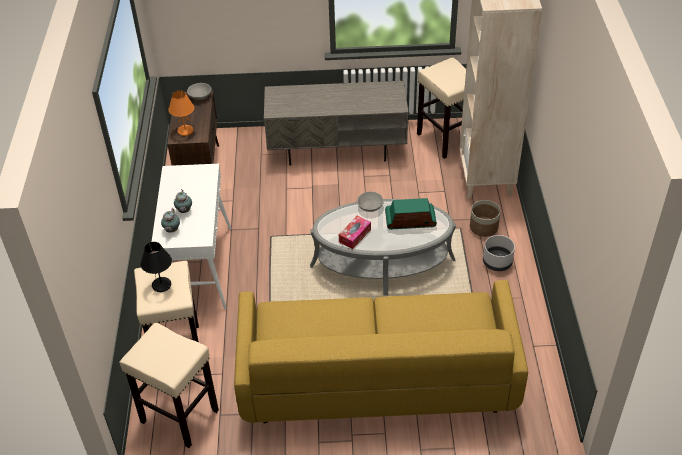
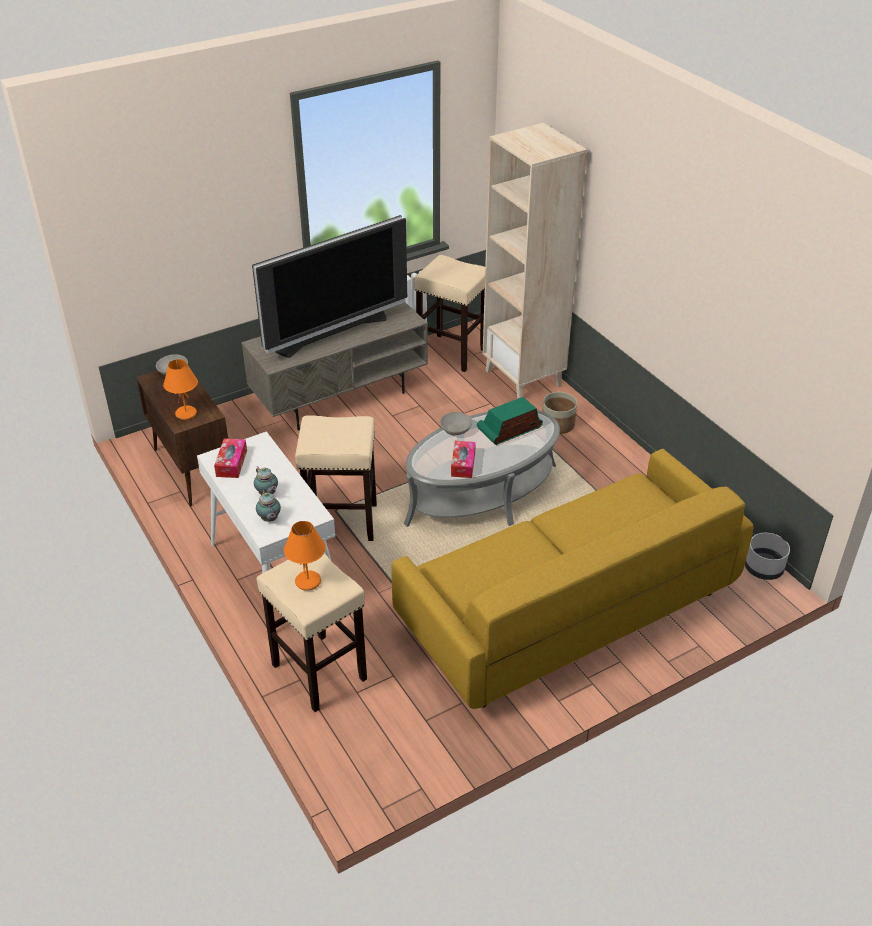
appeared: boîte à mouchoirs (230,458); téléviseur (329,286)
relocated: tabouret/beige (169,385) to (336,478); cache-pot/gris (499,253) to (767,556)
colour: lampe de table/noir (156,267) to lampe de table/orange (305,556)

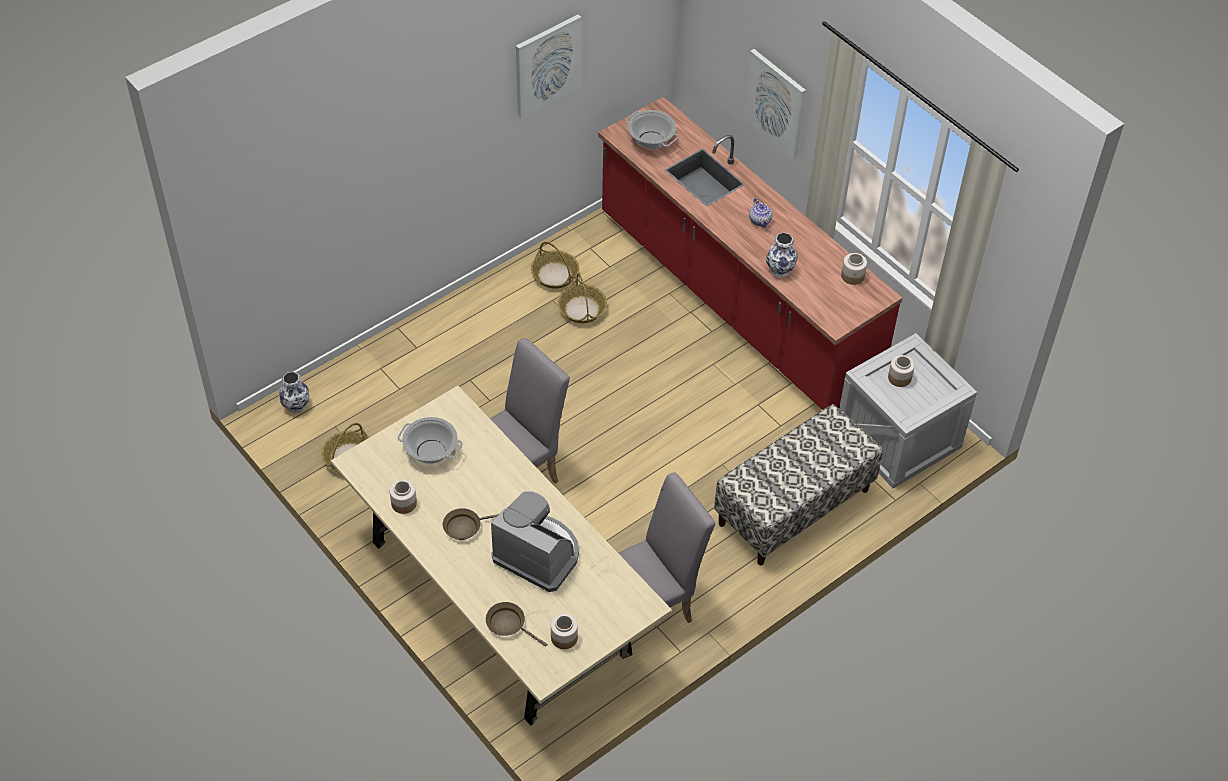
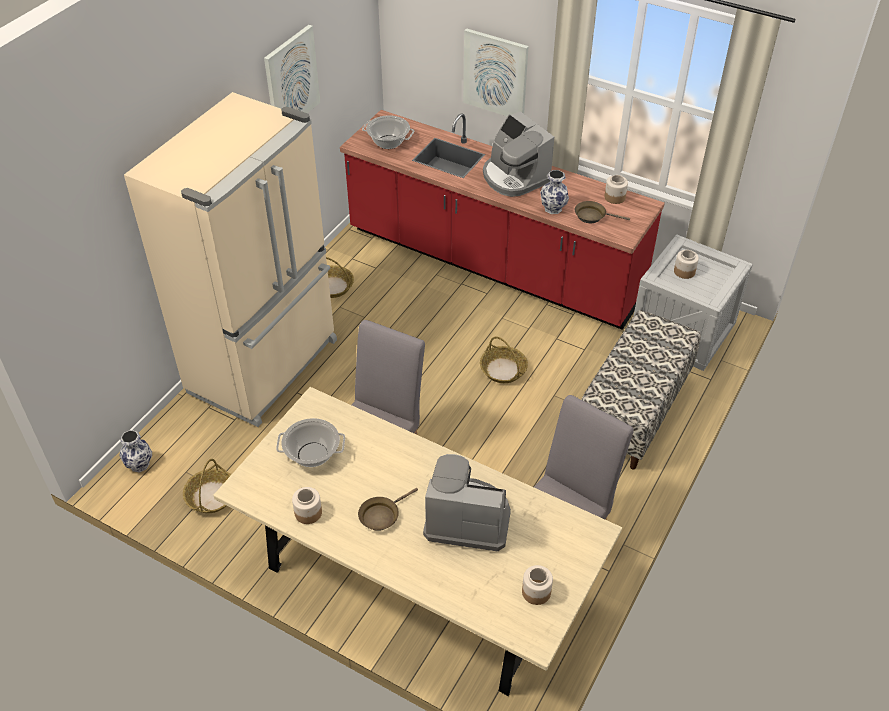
appeared: réfrigérateur/beige (230,259)
relocated: poêle/marron (516,624) to (602,212); panier (582,298) to (504,360)
exchanged: théière (760,212) to machine à café (518,154)

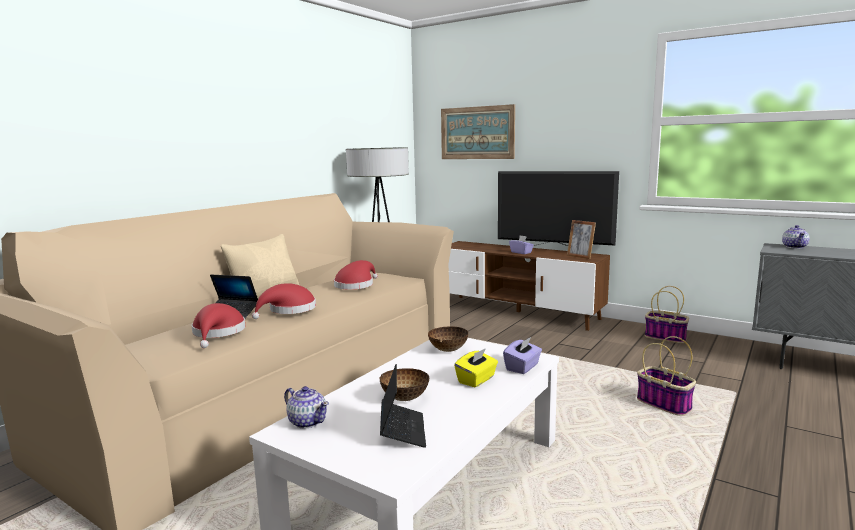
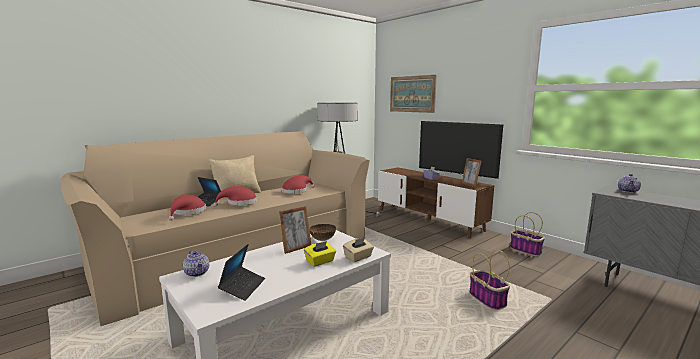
missing: bol (405,384)
appeared: cadre photo (295,230)
colour: boîte à mouchoirs/violet (522,355) to boîte à mouchoirs/beige (358,249)

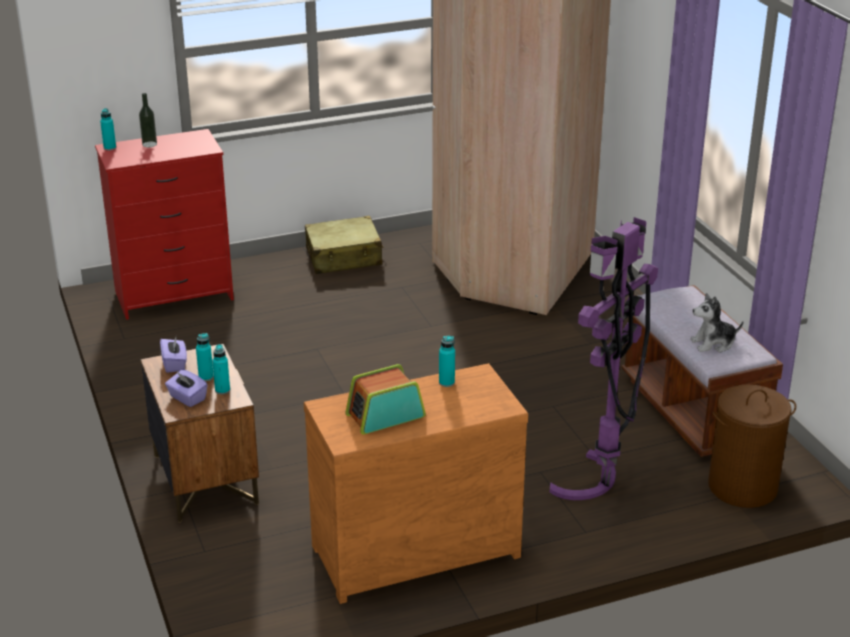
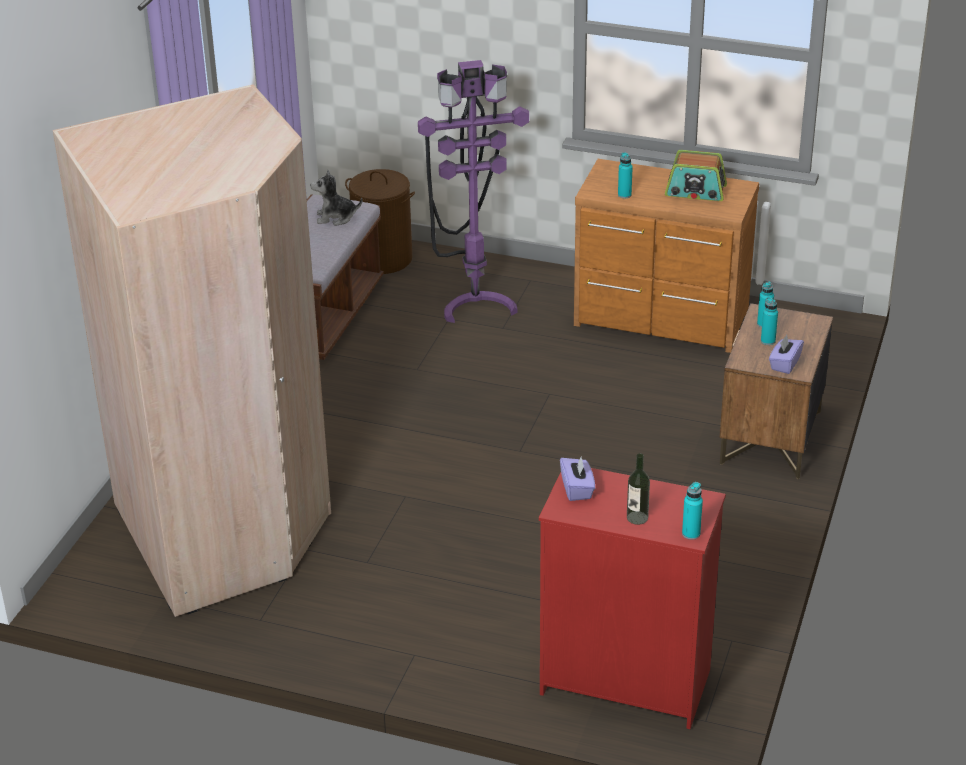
missing: valise/beige (344,245)
relocated: boîte à mouchoirs/violet (186,388) to (577,478)
spun: peluche (717,323) = (336,198) 150 degrees clockwise

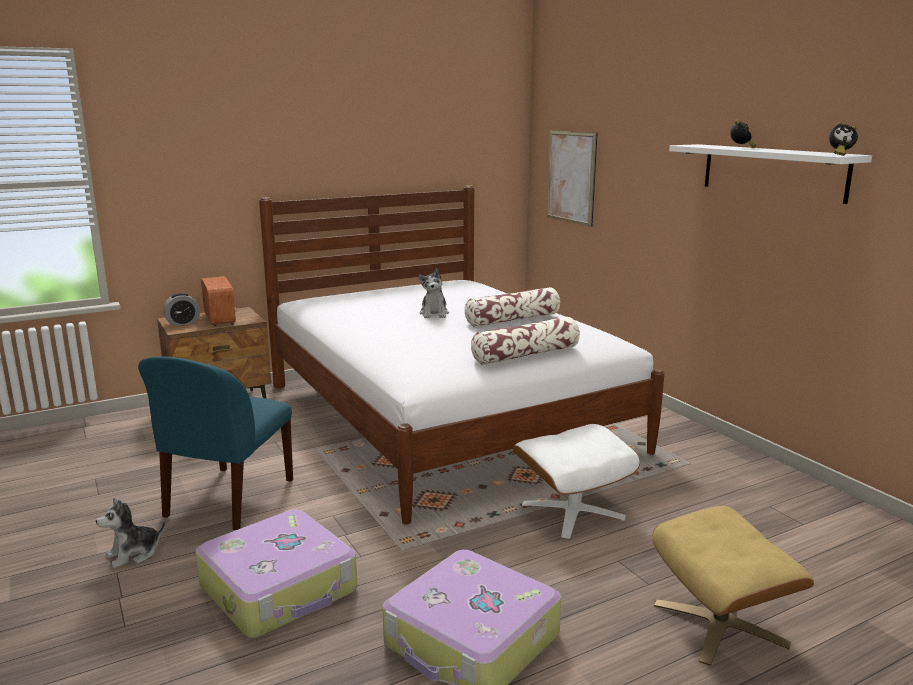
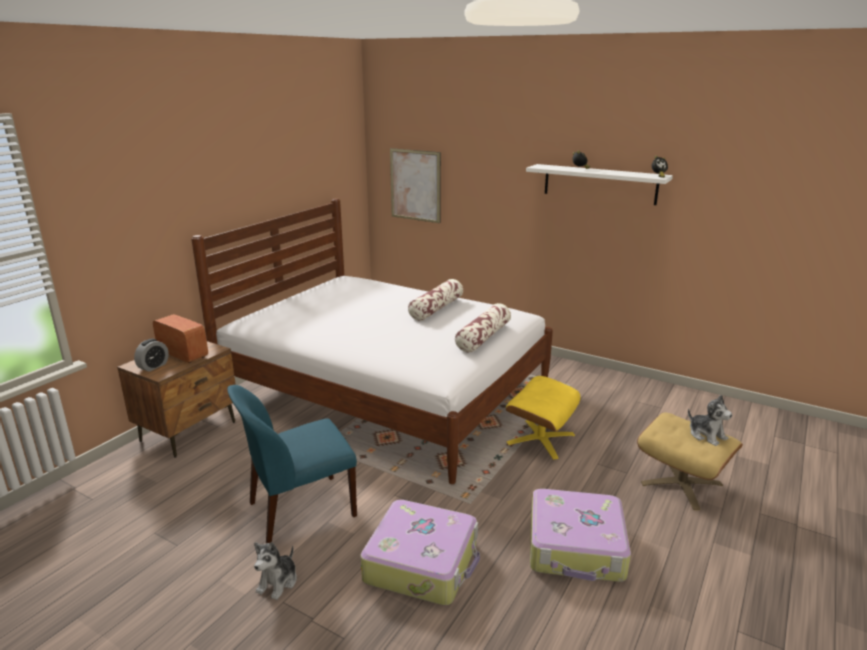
relocated: peluche (434,293) to (710,420)
colour: pouf/blanc (576,481) to pouf/jaune (543,418)
spun: chaise/bleu (215,443) = (292,464) 75 degrees clockwise

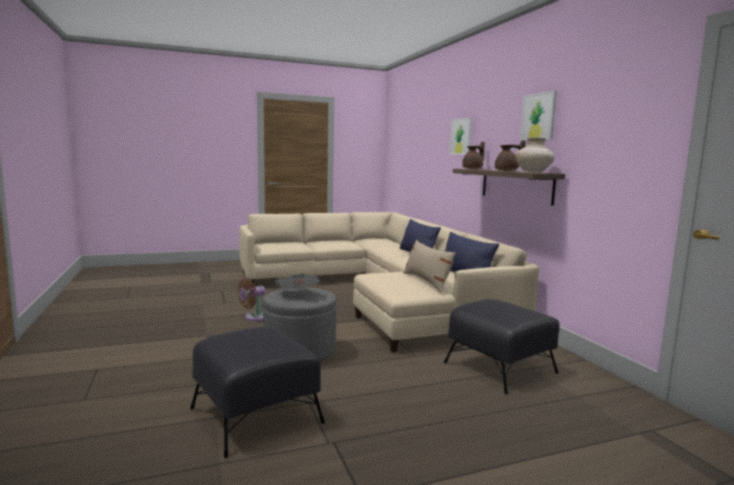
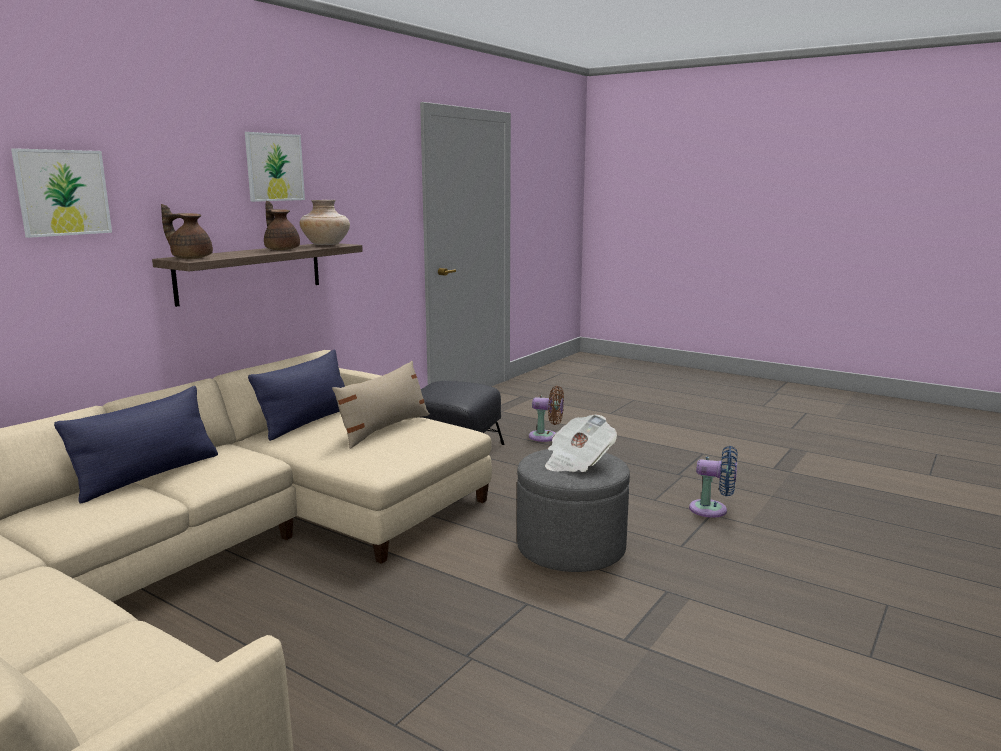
relocated: ventilateur/marron (252,299) to (546,414)
exchanged: pouf/noir (257,392) to ventilateur/bleu (713,482)

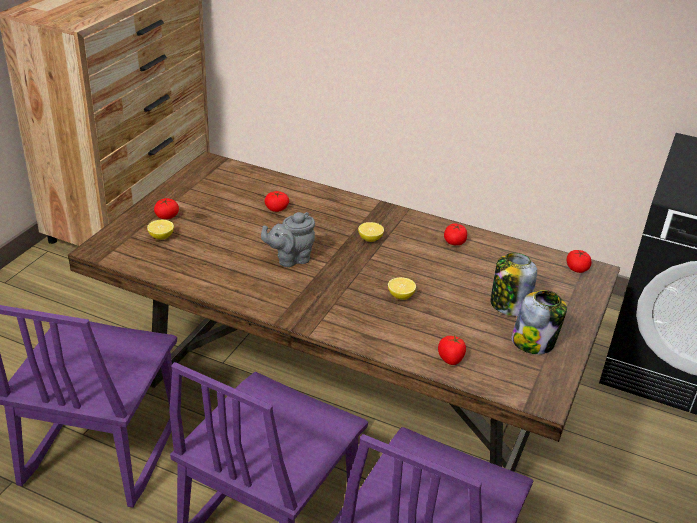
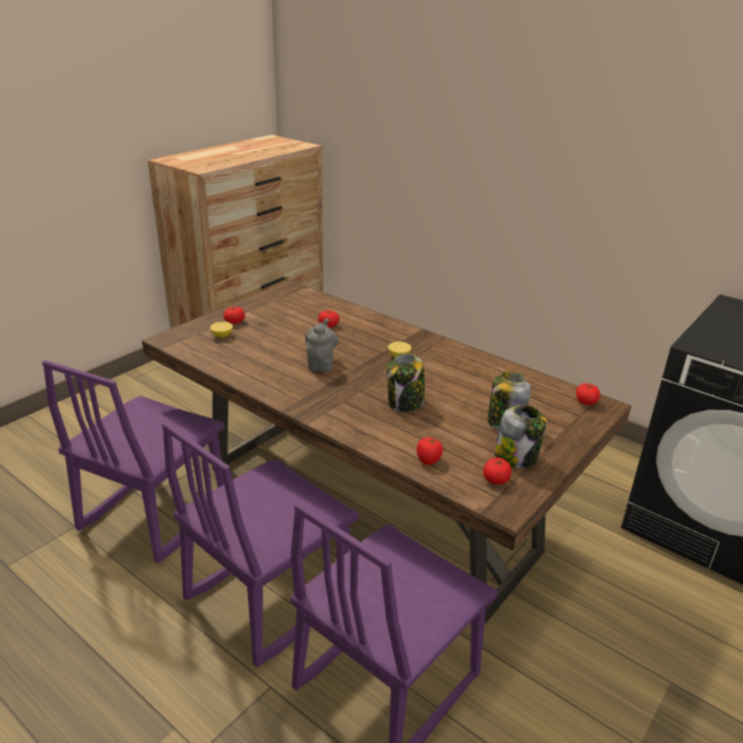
relocated: tomate (455,234) to (497,471)
exchanged: citron (402,288) to bocal (406,382)
spun: théière/gris (288,239) = (321,345) 105 degrees clockwise

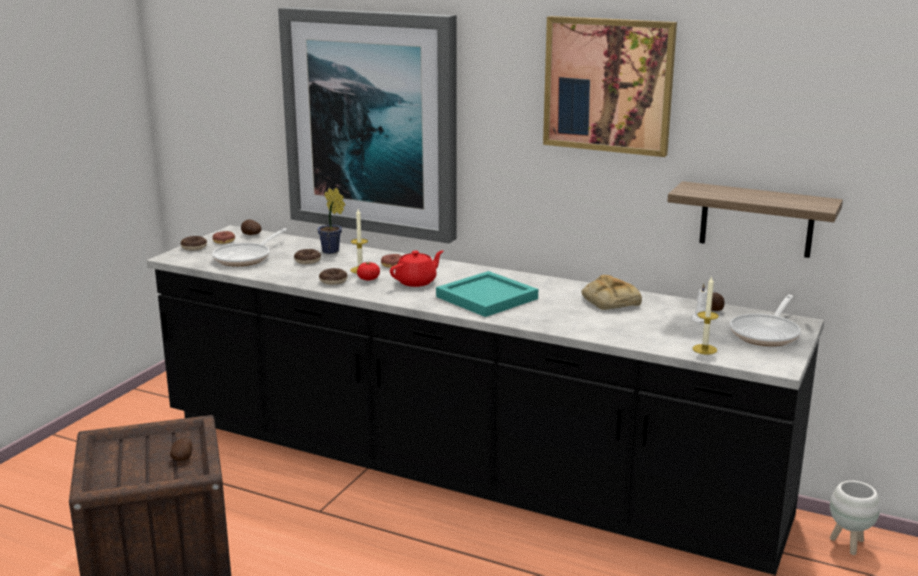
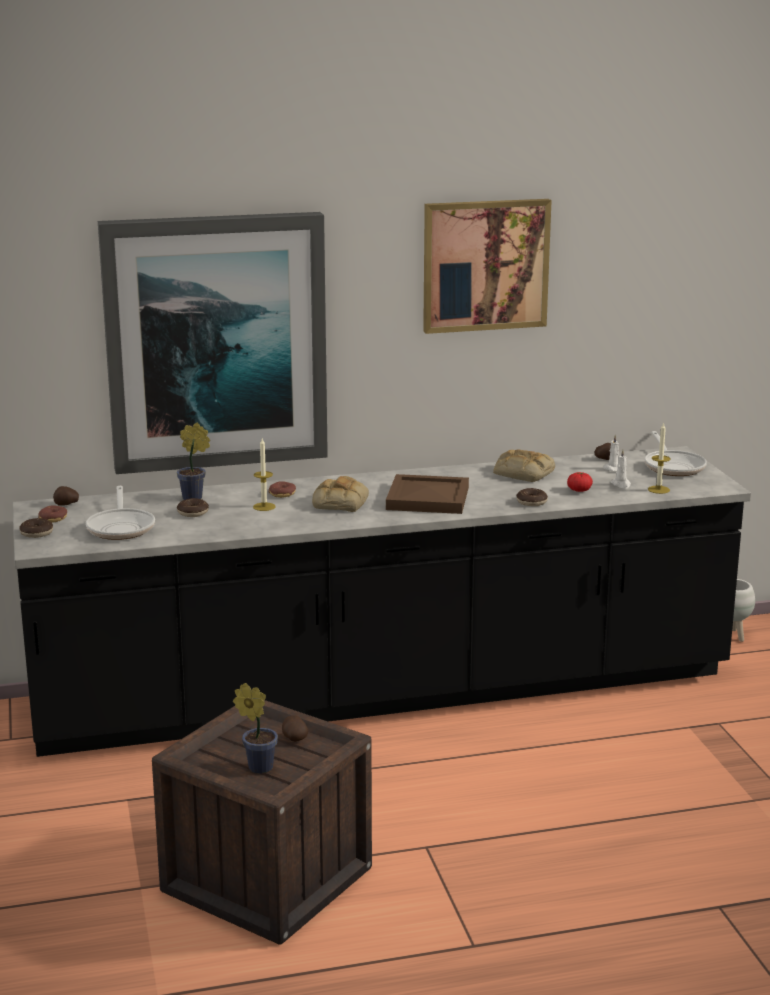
missing: étagère (755,219)
appeared: plante en pot (255,728); bougie/blanc (620,469)
relocated: beignet (333,276) to (532,497); tomate (368,271) to (580,482)
exchanged: théière/rouge (416,269) to pain (340,494)
colour: plateau/turquoise (487,294) to plateau/marron (427,494)

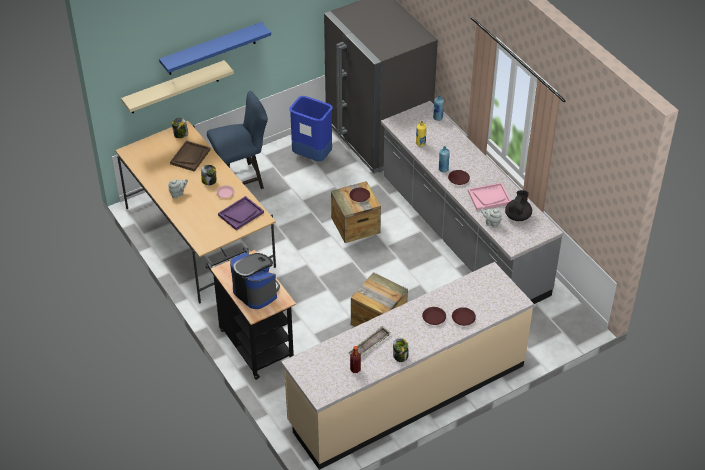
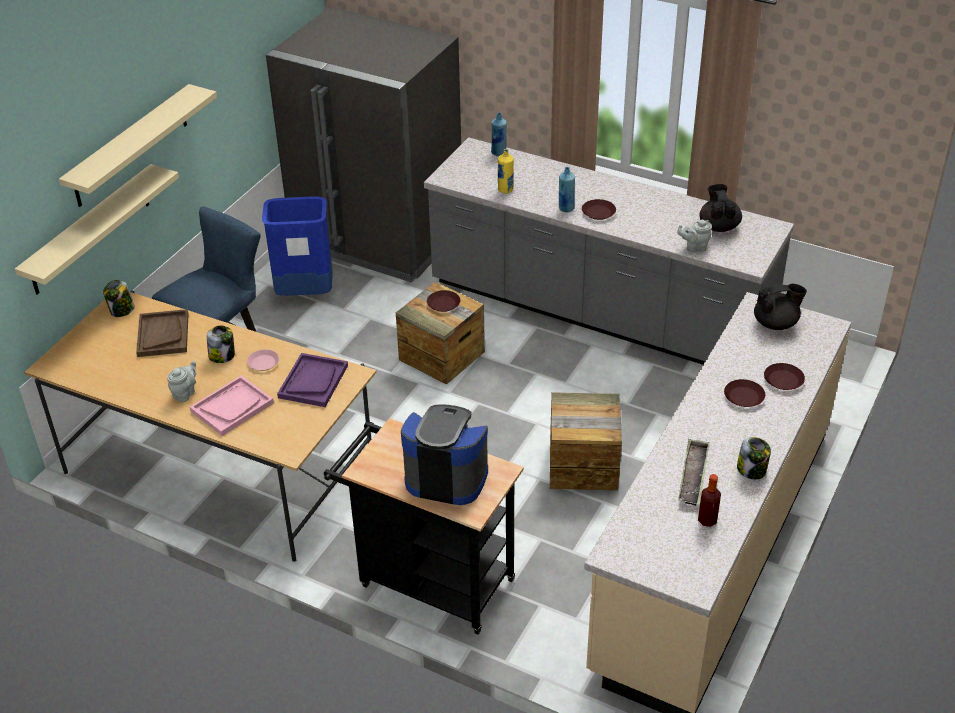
appeared: théière/noir (780,307)
relocated: plateau/rose (489,196) to (232,405)
colour: étagère/bleu (215,48) to étagère/beige (138,145)

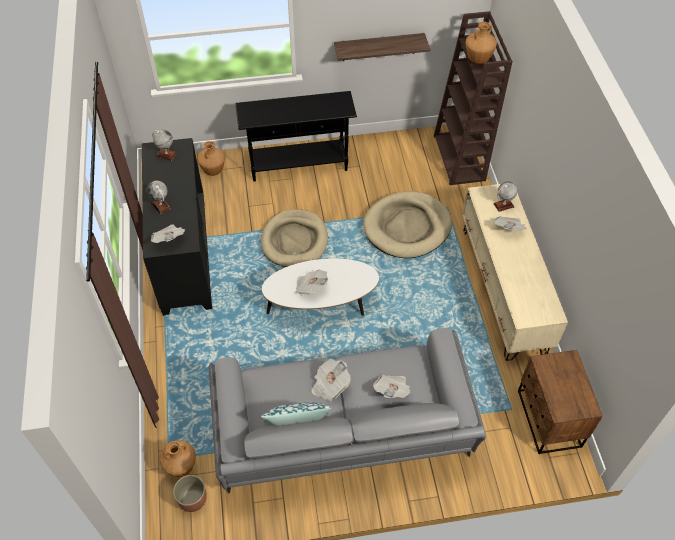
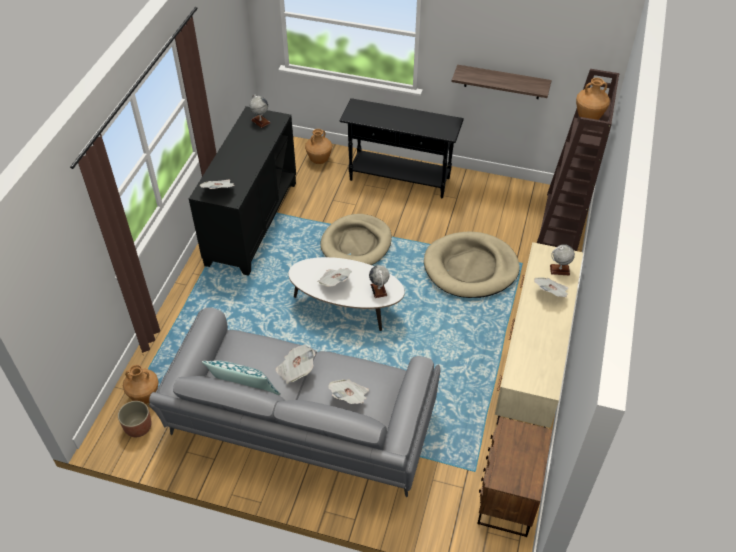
relocated: globe (158,197) to (379,281)

